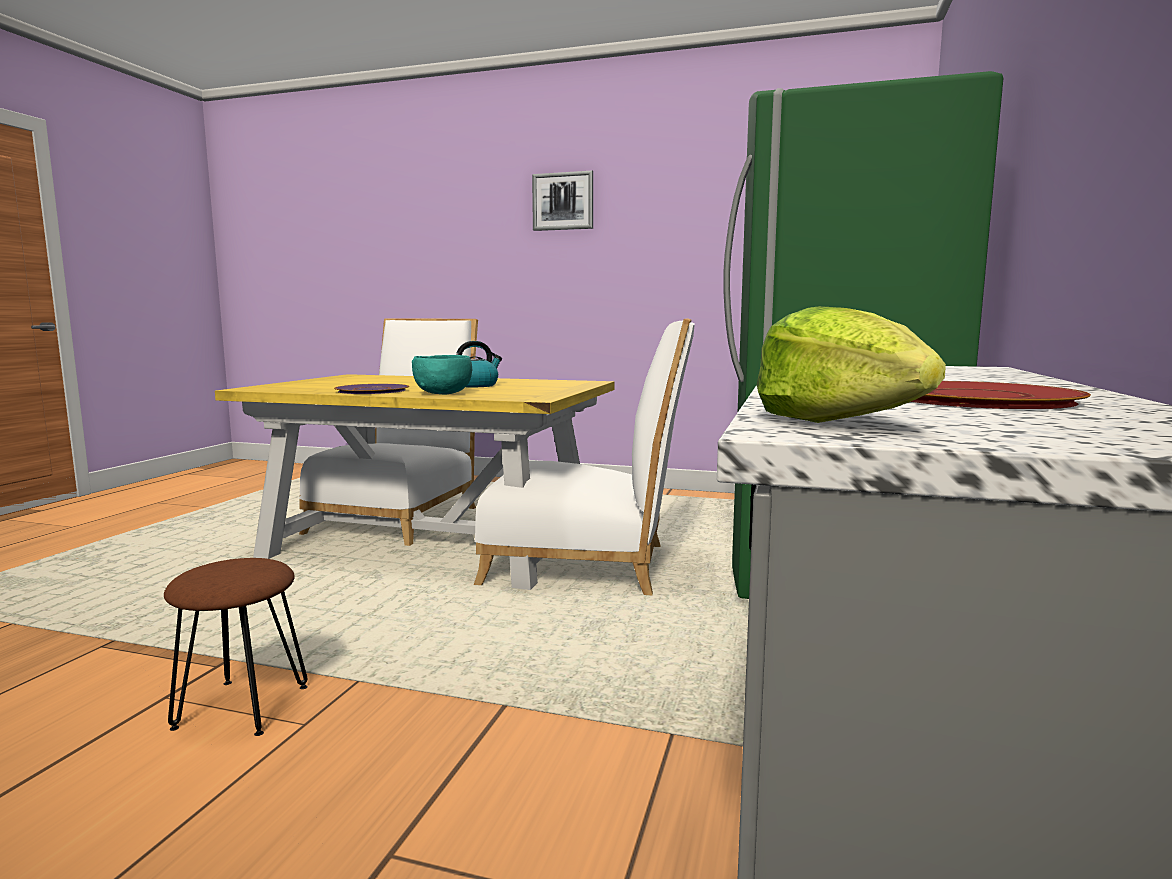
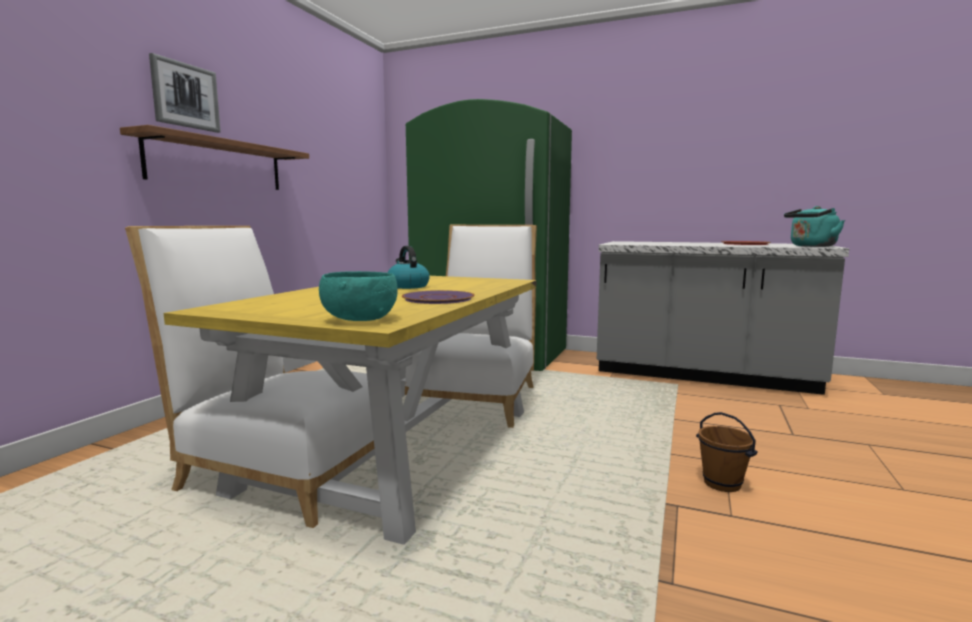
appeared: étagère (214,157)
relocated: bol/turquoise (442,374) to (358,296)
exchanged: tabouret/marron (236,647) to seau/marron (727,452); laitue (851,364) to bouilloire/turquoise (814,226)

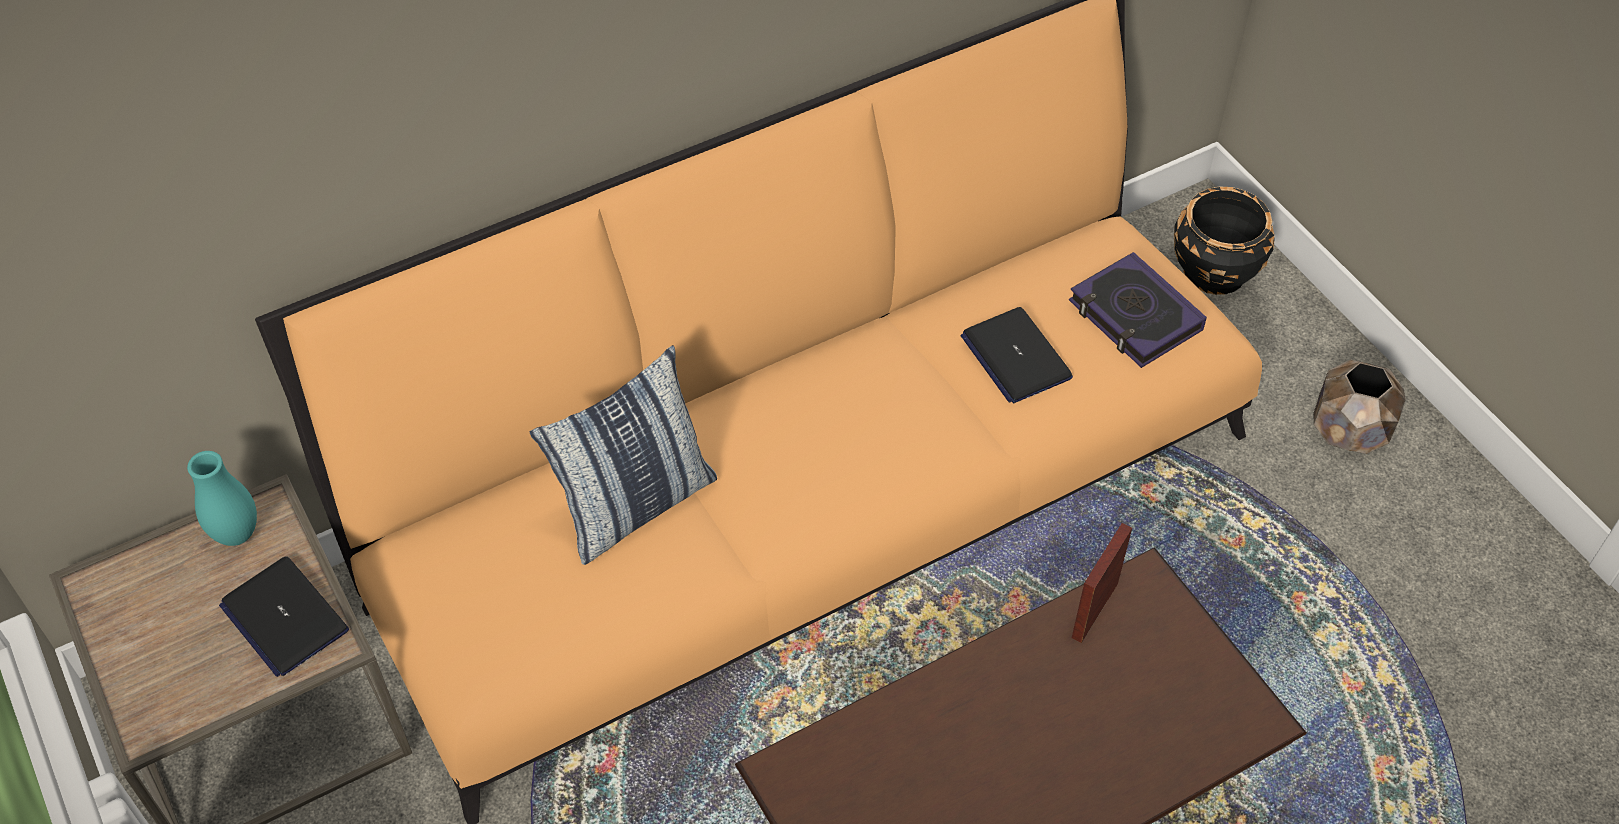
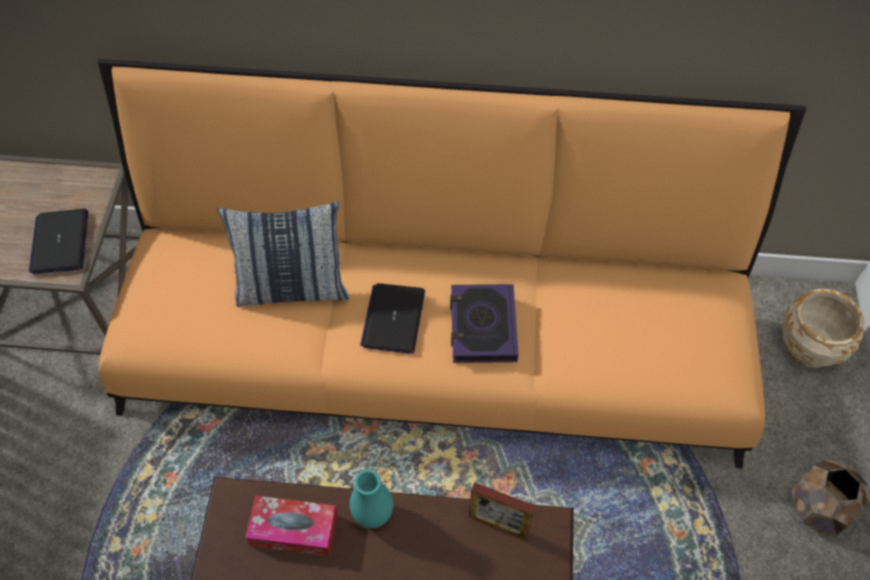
appeared: boîte à mouchoirs (291,526)
relocated: vase/turquoise (222,498) to (371,498); ordinateur portable (1017,355) to (392,318); livre (1138,310) to (484,323)
colour: cache-pot/noir (1224,241) to cache-pot/beige (823,328)
spun: cadre photo (1102,583) = (502,511) 135 degrees counterclockwise

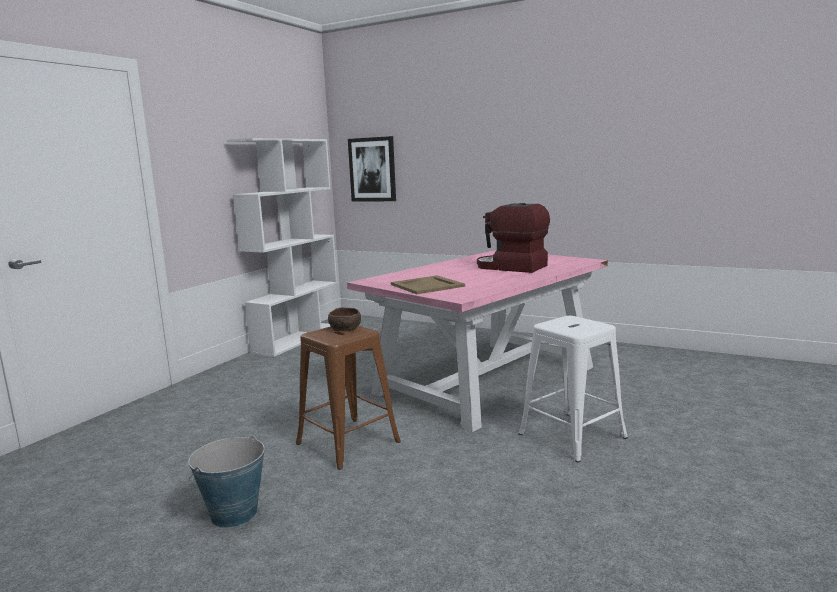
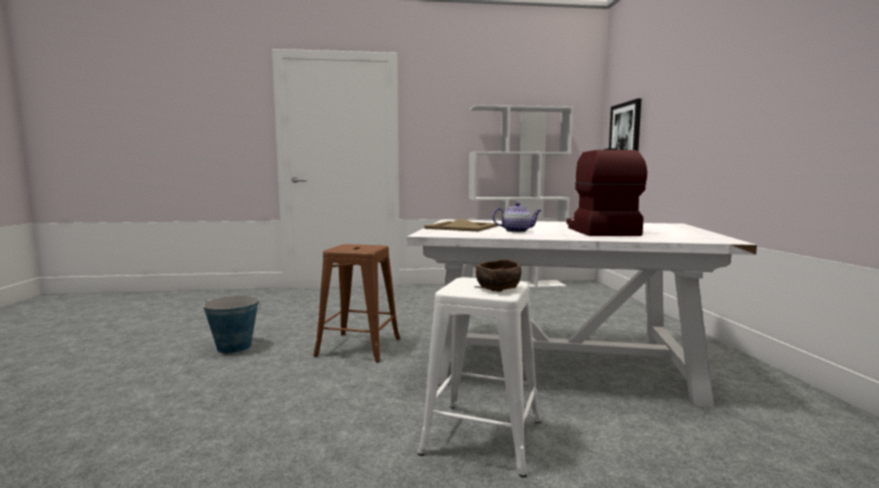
appeared: théière (517,217)
relocated: bol/marron (344,319) to (498,275)
colour: table à manger/rose (477,341) to table à manger/blanc (582,313)

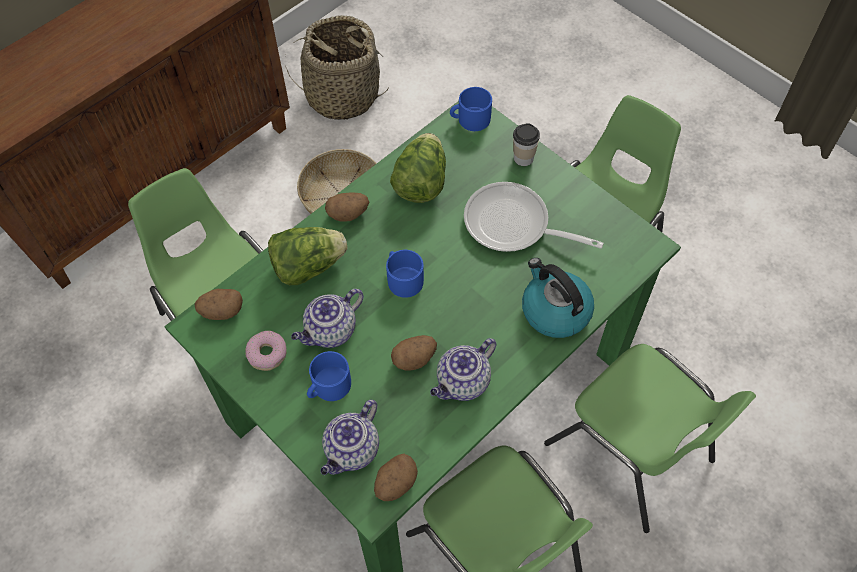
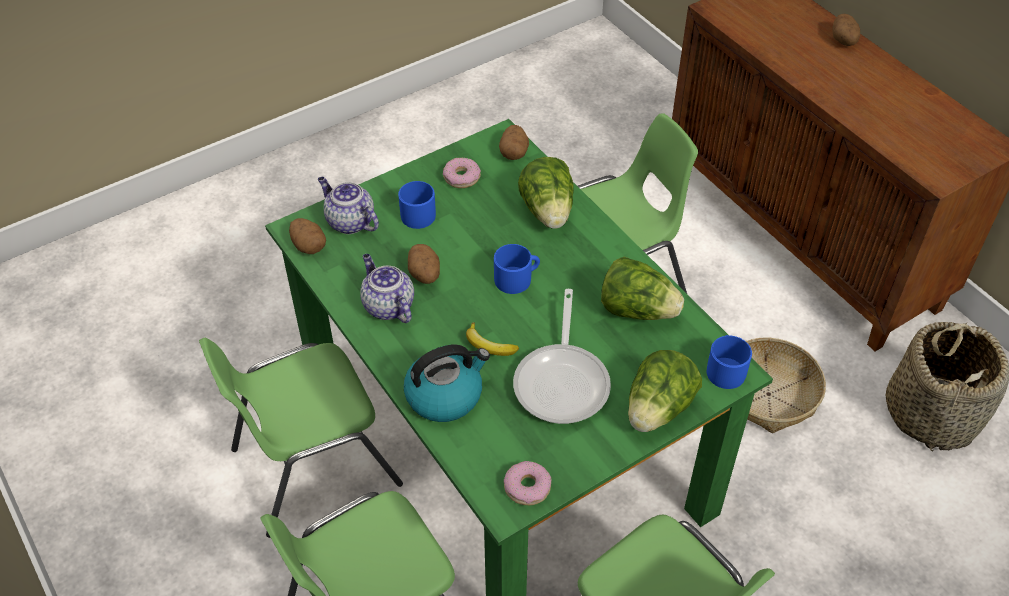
missing: théière (327,318)
appeared: banane (492,339); beignet (527,483)
relocated: pomme de terre (347,207) to (846,30)
exchanged: tasse (526,144) to laitue (665,391)
spun: poêle (534,217) = (562,356) 150 degrees clockwise

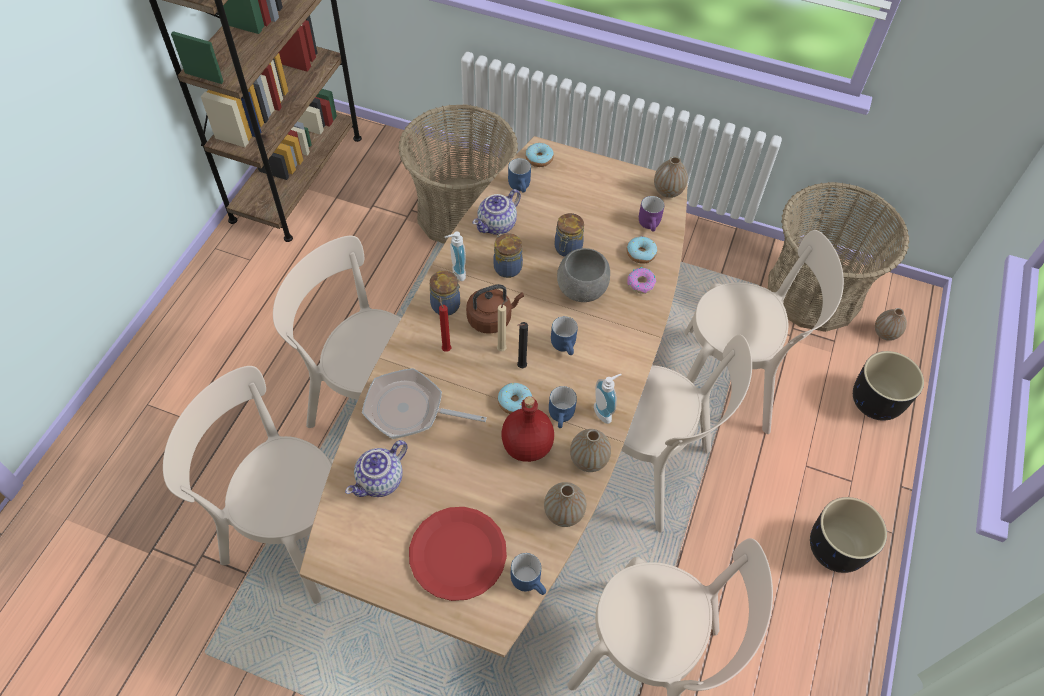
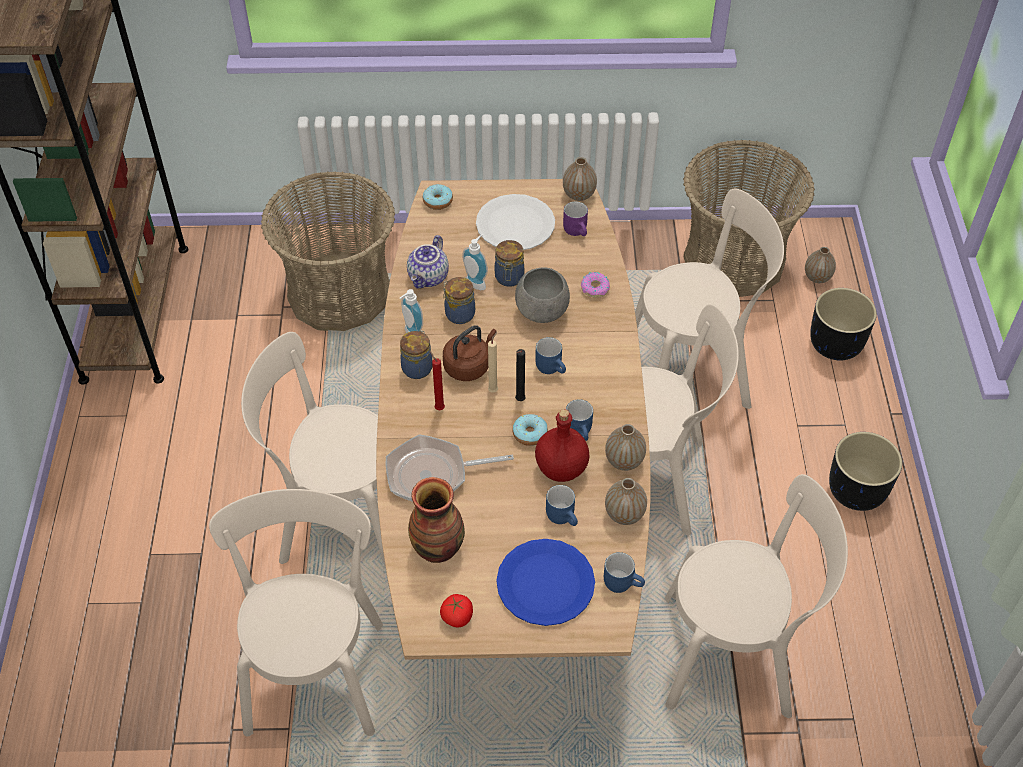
missing: beignet (642,250)
appeared: tomate (456,610); assiette/blanc (515,222)
relocated: mug/bleu (519,175) to (562,505); distributeur de savon (608,399) to (475,262)
exchanged: théière (376,468) to vase (436,520)
colour: assiette/rouge (458,554) to assiette/bleu (545,582)
spun: chaise/beige (248,485) = (296,613) 90 degrees clockwise

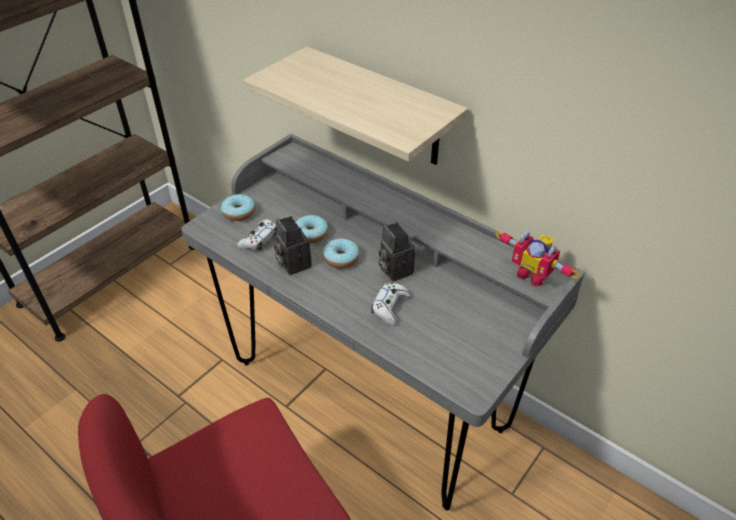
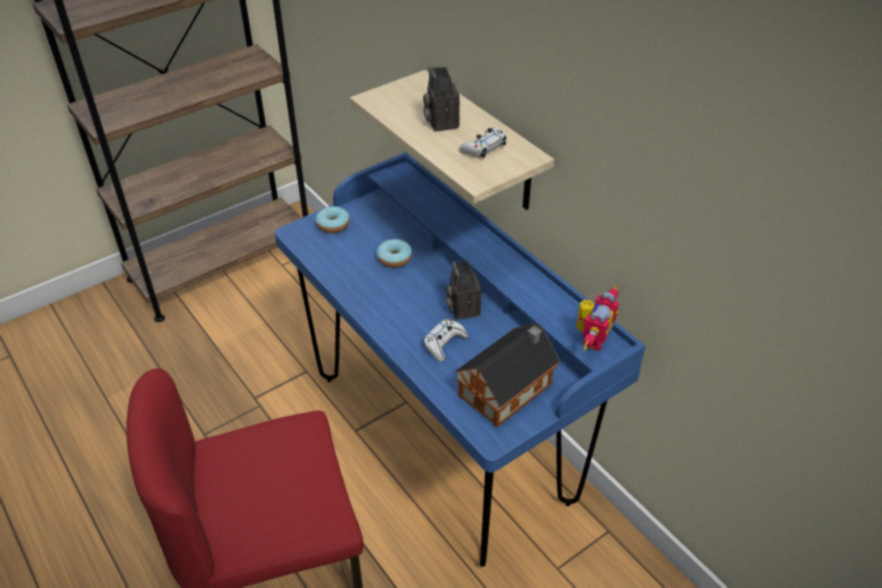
missing: beignet (341,253)
appeared: maison miniature (507,375)
relocated: manette/blanc (257,235) to (482,142); appareil photo (293,245) to (441,98)
colour: bureau/gris (383,322) to bureau/bleu (459,359)
spun: robot jouet (537,259) = (597,318) 120 degrees counterclockwise

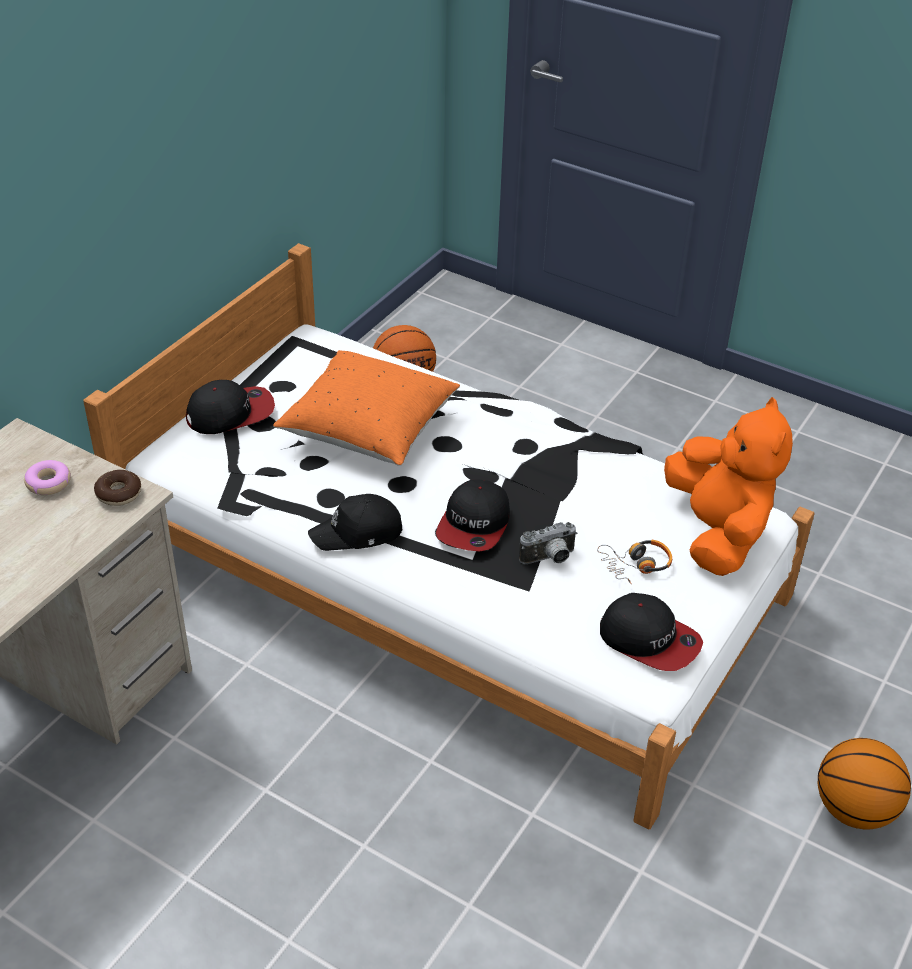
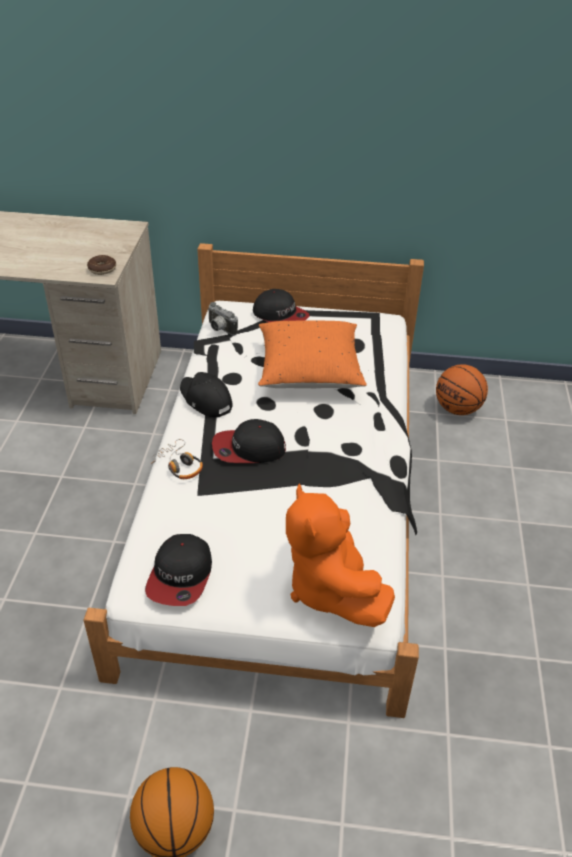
missing: beignet (47,477)
relocated: appareil photo (548,543) to (222,318); casque audio (634,562) to (177,459)
spun: peluche/orange (728,486) = (340,555) 105 degrees clockwise

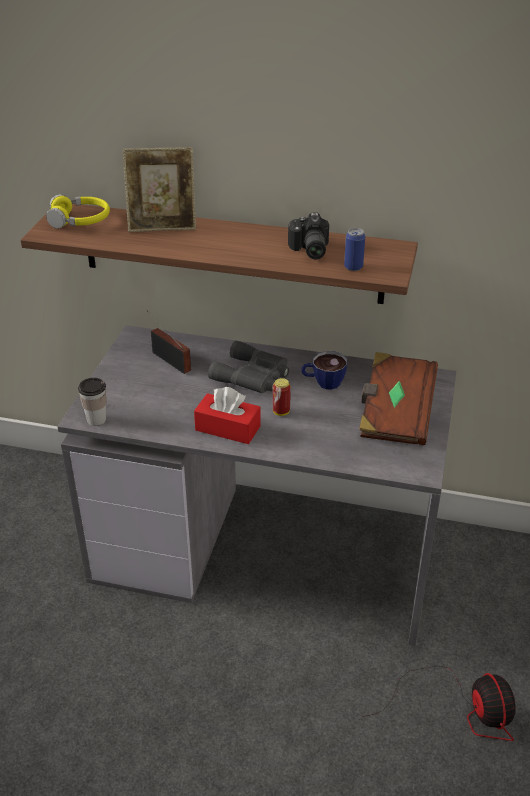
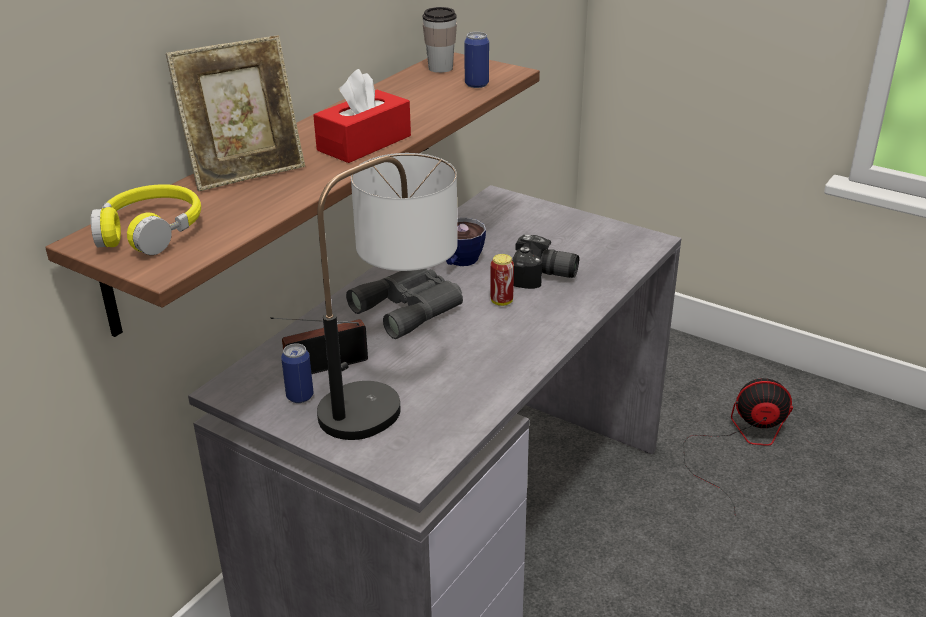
missing: livre/marron (398,398)
appeared: boîte métallique (297,373); lampe de table (387,296)
relocated: tasse (92,402) to (440,40); boîte à mouchoirs/rouge (227,415) to (362,116); appareil photo (308,236) to (545,262)
spun: cadre photo (159,189) = (235,113) 45 degrees clockwise

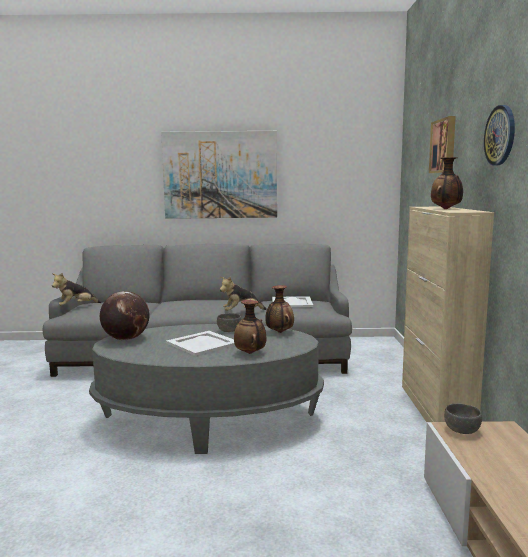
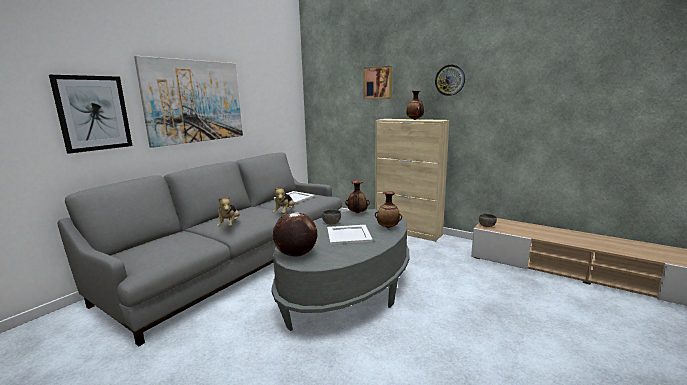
appeared: tableau (91,114)
relocated: peluche (76,289) to (227,211)

